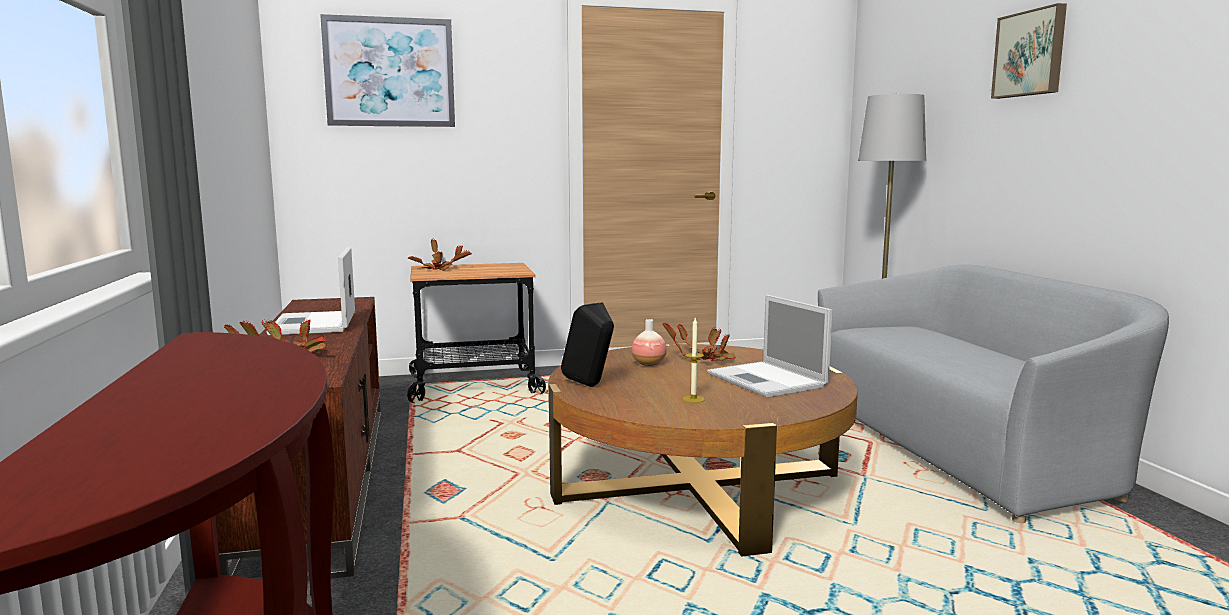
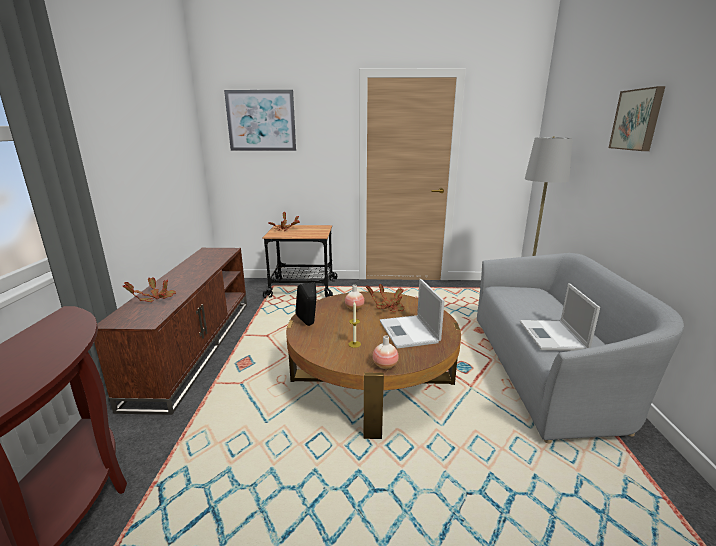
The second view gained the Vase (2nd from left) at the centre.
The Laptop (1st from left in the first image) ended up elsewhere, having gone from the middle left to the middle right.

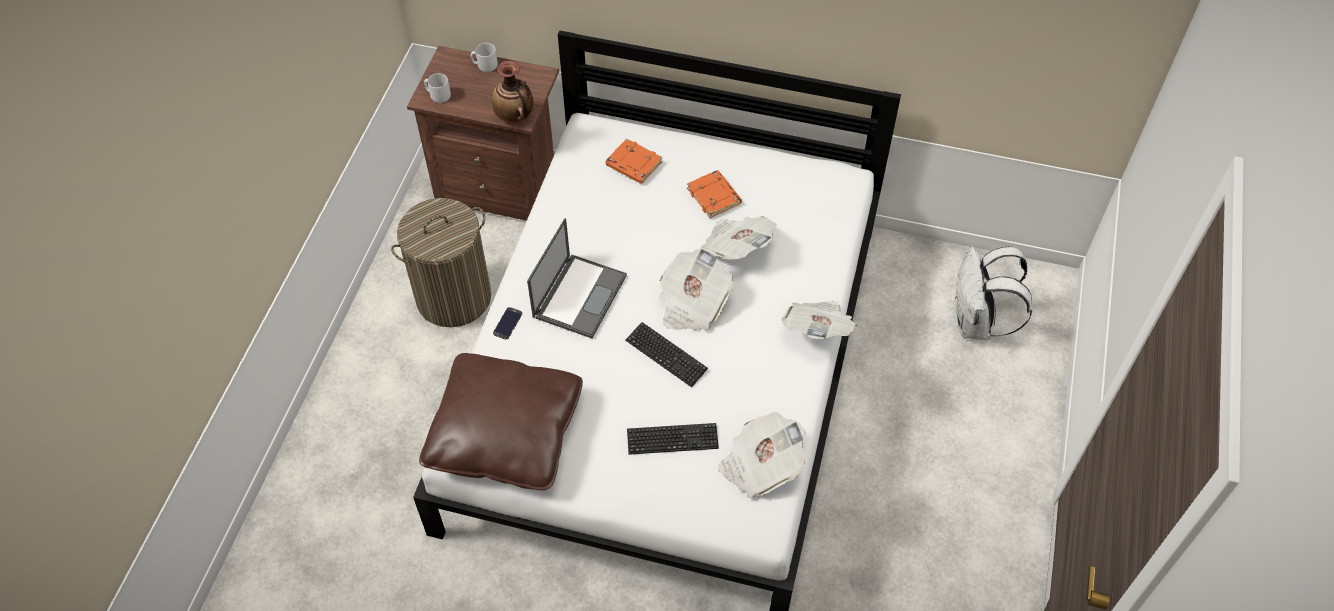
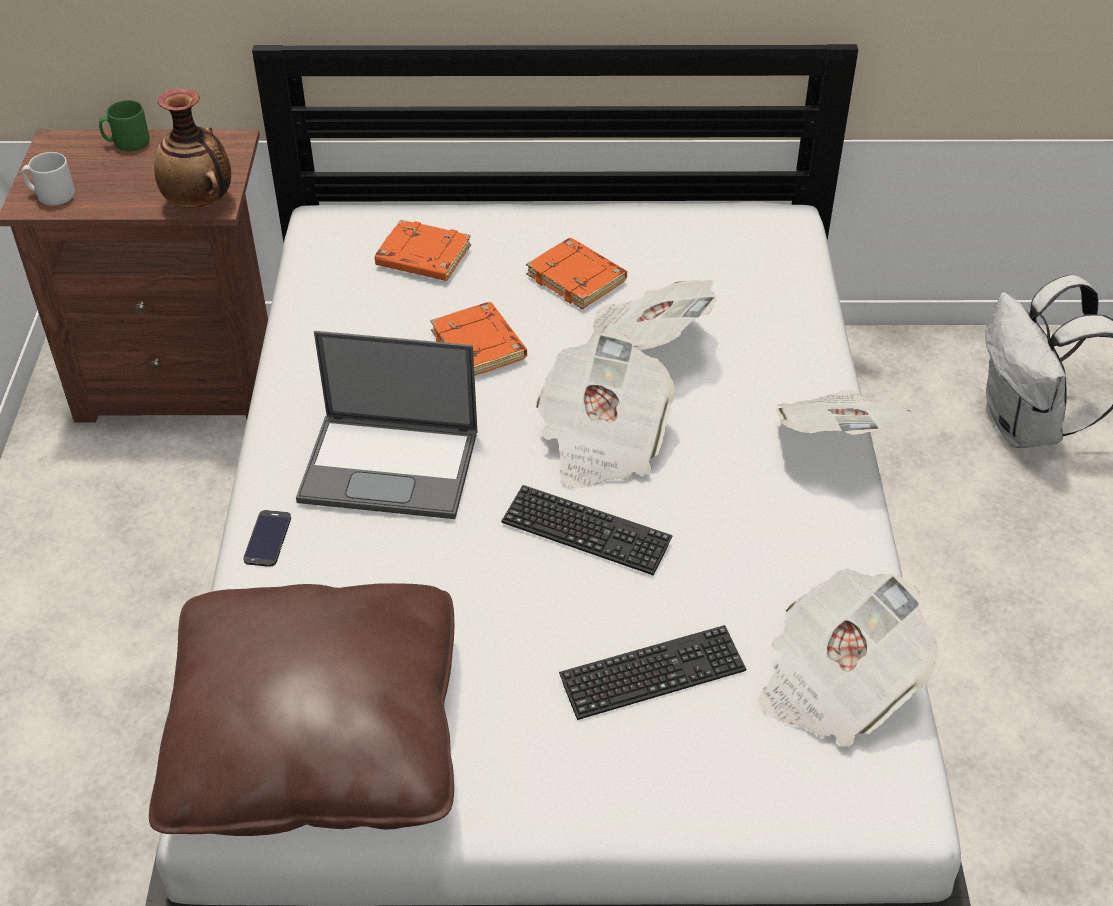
The second view lost the Wäschekorb at the middle left.
The second view gained the Buch/orange (2nd from left) at the centre.
What was the Henkelbecher/grau (2nd from left) at the top centre turned into the Henkelbecher/grün at the top left.
The Laptop at the centre ended up facing another way, 90 degrees clockwise from before.

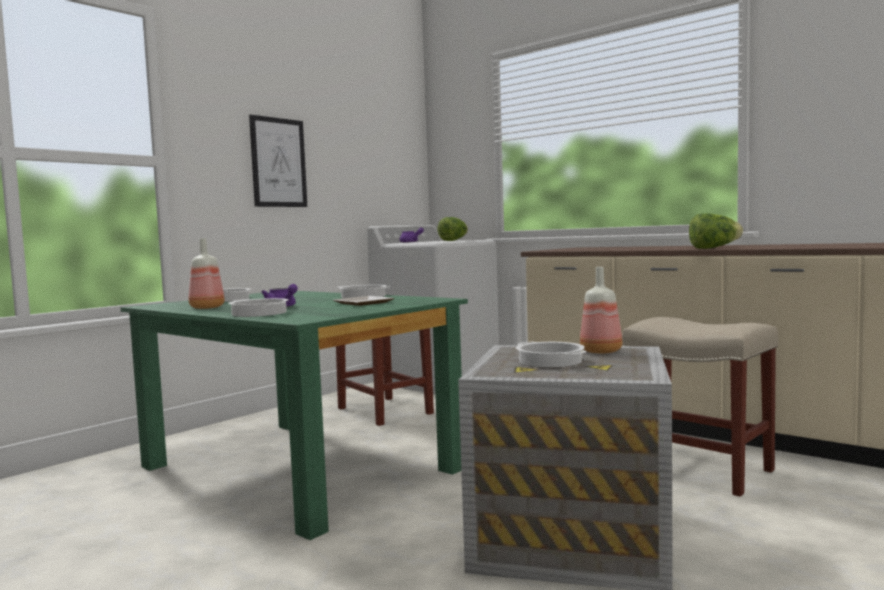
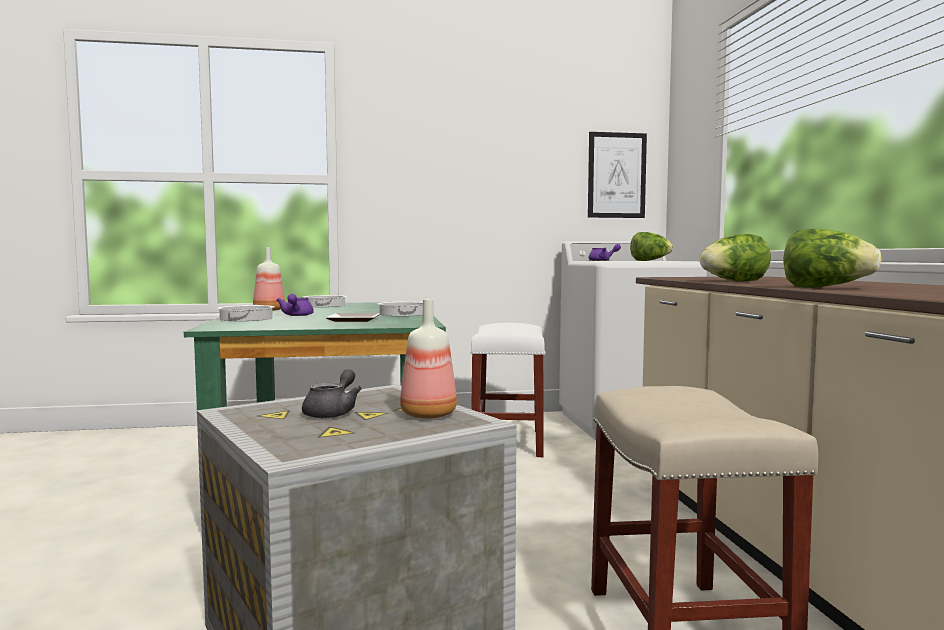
The second view gained the Salatkopf (2nd from left) at the middle right.
The Bild ended up elsewhere, having gone from the top left to the top centre.
Where the Kochtopf (4th from left) stood at the centre, the Teekanne/grau came to stand at the centre.

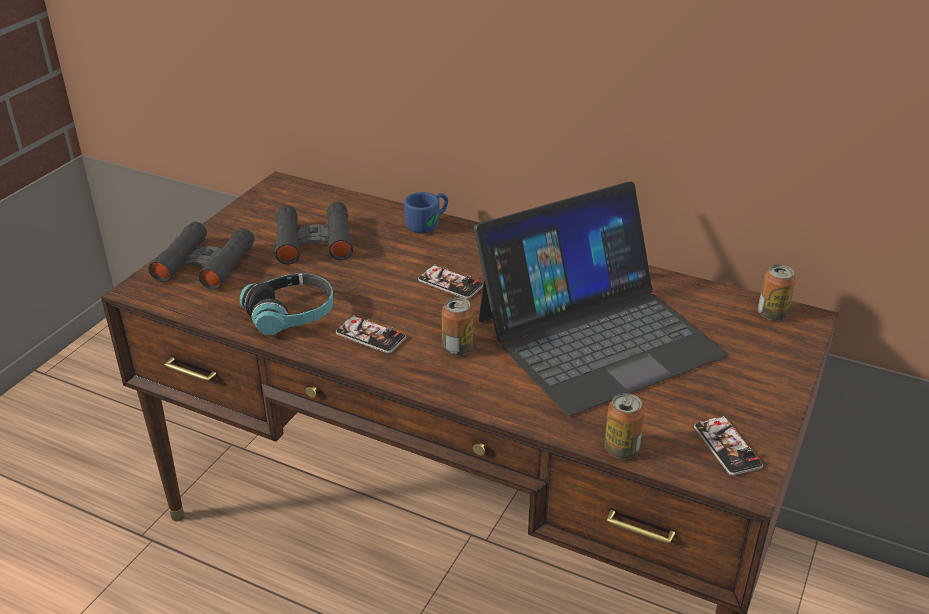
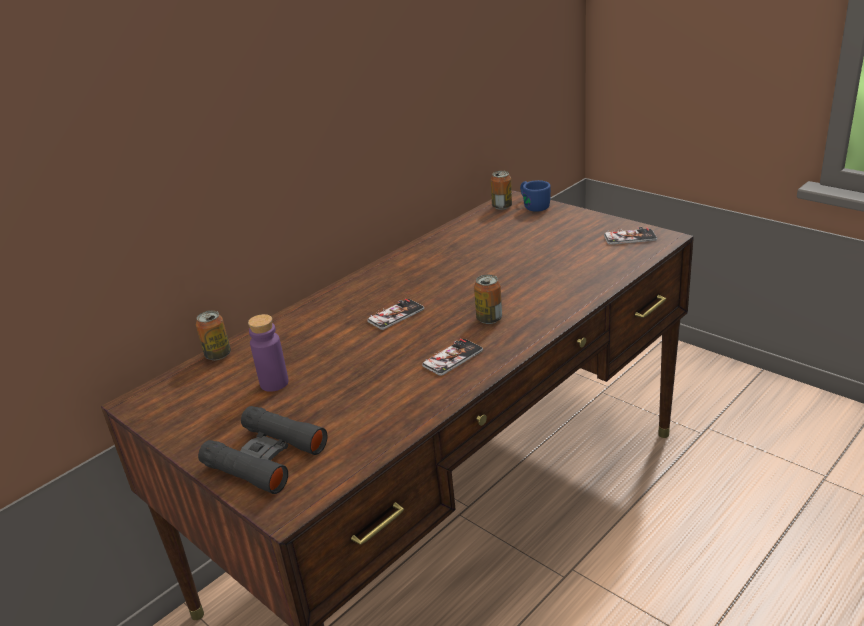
The second view lost the Kopfhörer at the middle left.
The second view lost the Laptop at the centre.
The Henkelbecher/blau ended up elsewhere, having gone from the centre to the top centre.
The Dose (2nd from left in the first image) ended up elsewhere, having gone from the bottom right to the middle left.
Where the Fernglas/schwarz (2nd from left) stood at the centre, the Flasche/lila came to stand at the middle left.

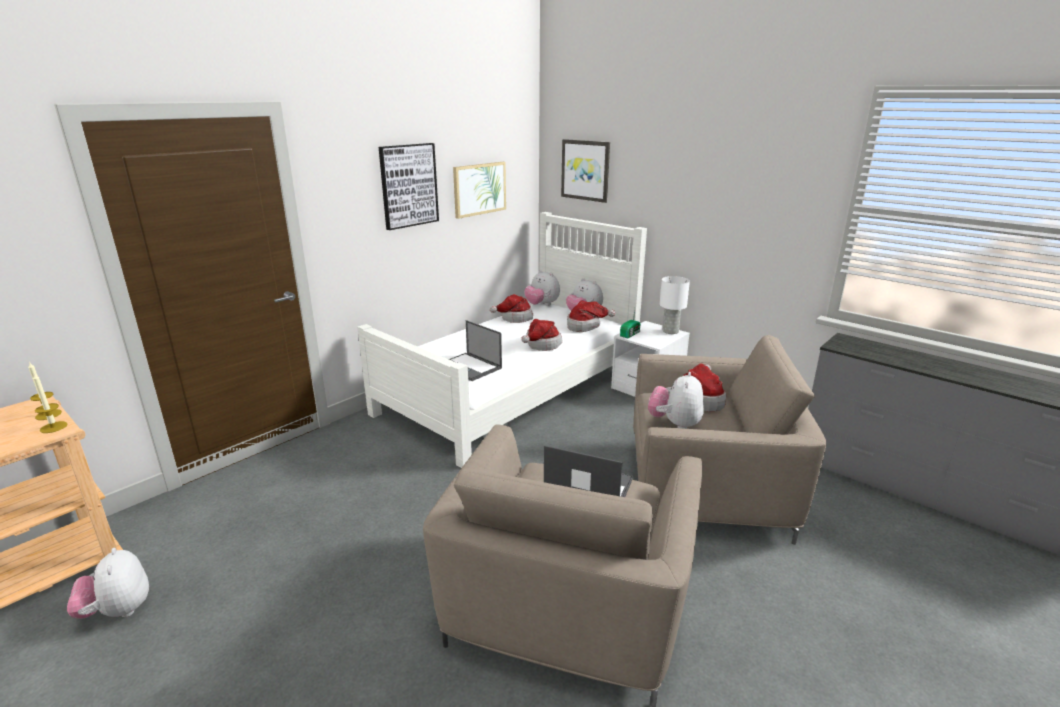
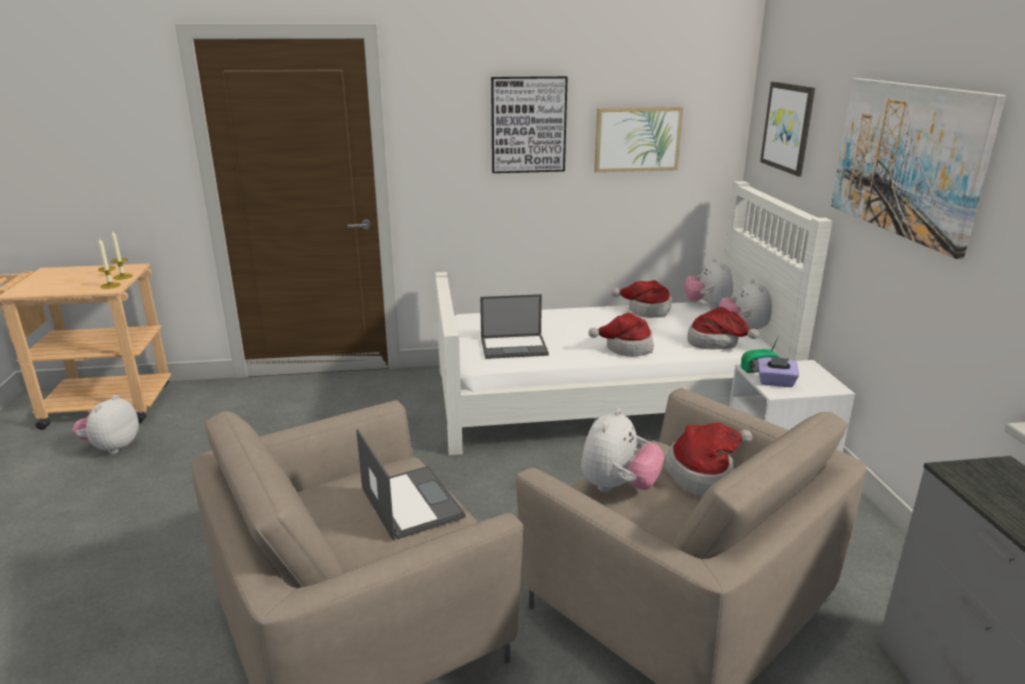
The second view lost the Tischlampe/weiß at the centre.
The second view gained the Taschentuchbox/lila at the middle right.
The second view gained the Bild (4th from left) at the top right.
The Laptop (1st from left in the first image) at the centre ended up facing another way, 90 degrees counterclockwise from before.
The Plüschtier (4th from left in the first image) at the centre ended up facing another way, 150 degrees clockwise from before.

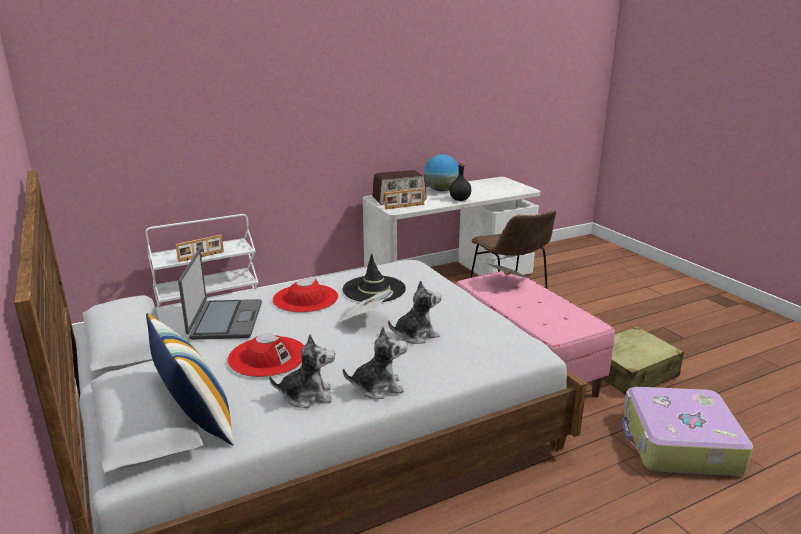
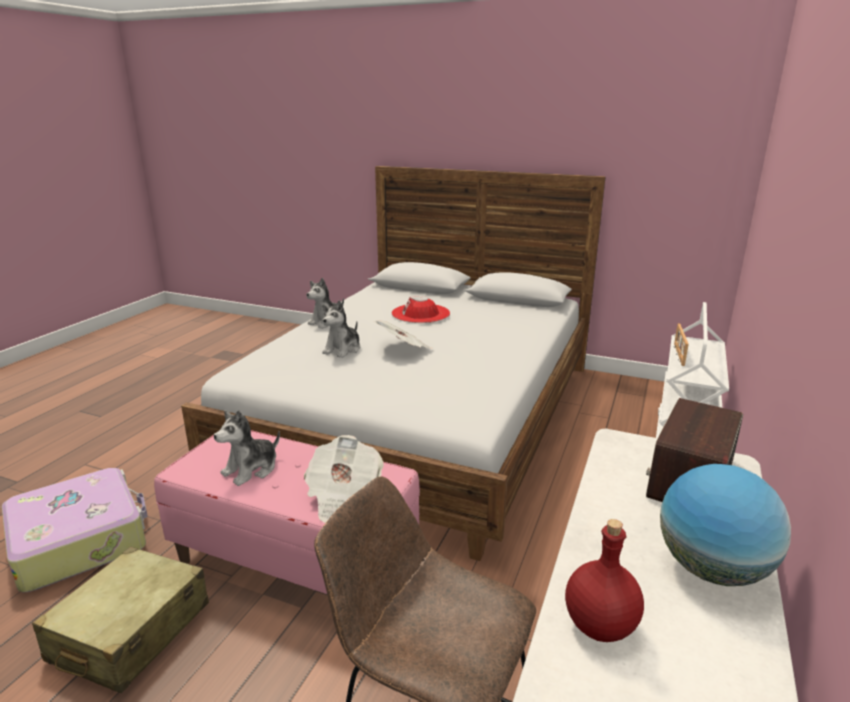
The second view lost the Kissen at the bottom left.
The second view lost the Laptop at the middle left.
The second view lost the Hut/rot (2nd from left) at the centre.
The second view lost the Hut/schwarz at the centre.
The second view lost the Bilderrahmen (2nd from left) at the centre.
The second view lost the Flasche/schwarz at the centre.
The second view gained the Flasche/rot at the bottom right.
The Plüschtier (1st from left) ended up elsewhere, having gone from the bottom centre to the middle left.

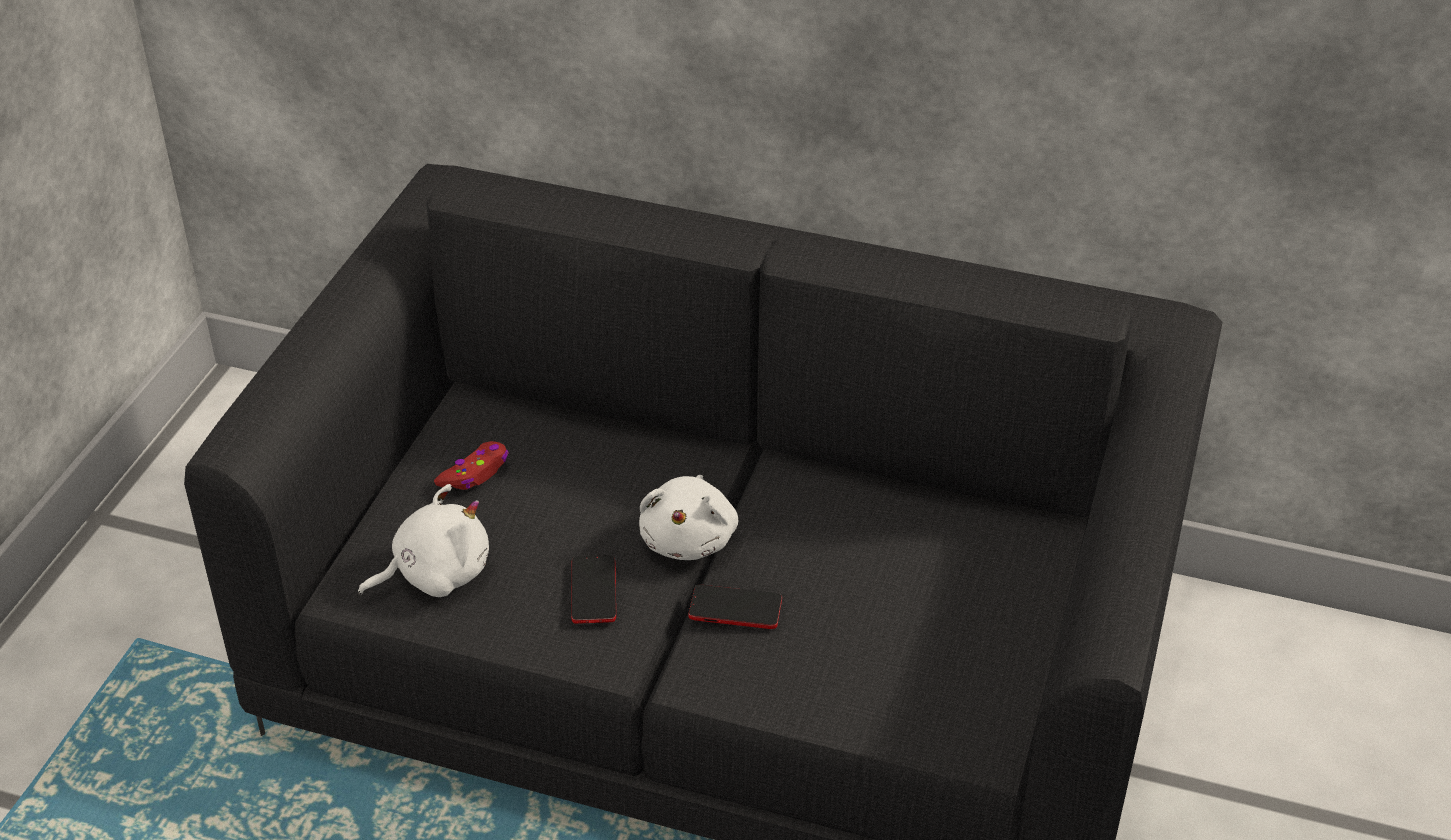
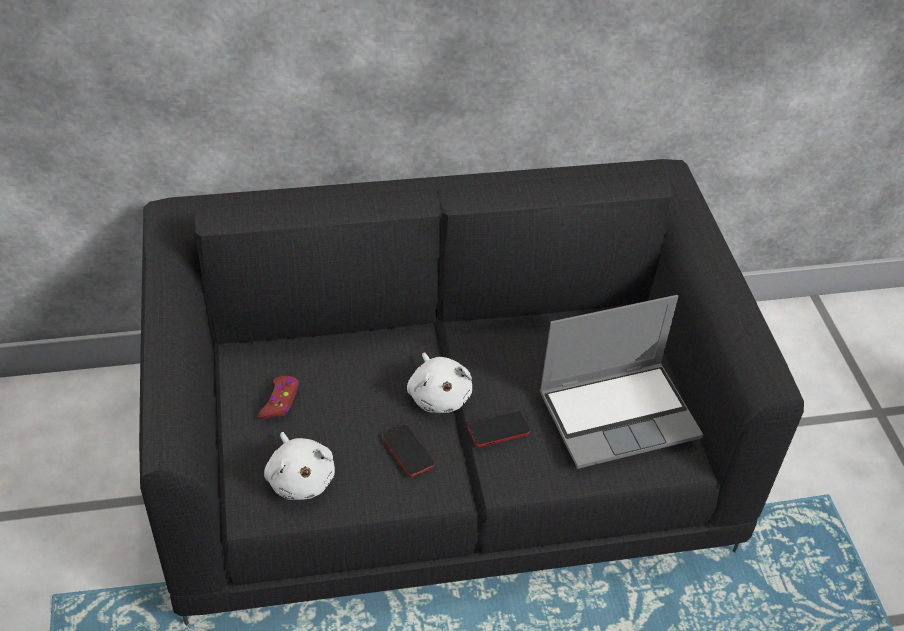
The second view gained the Laptop at the middle right.
The Plüschtier/weiß (1st from left) at the middle left ended up facing another way, 120 degrees clockwise from before.

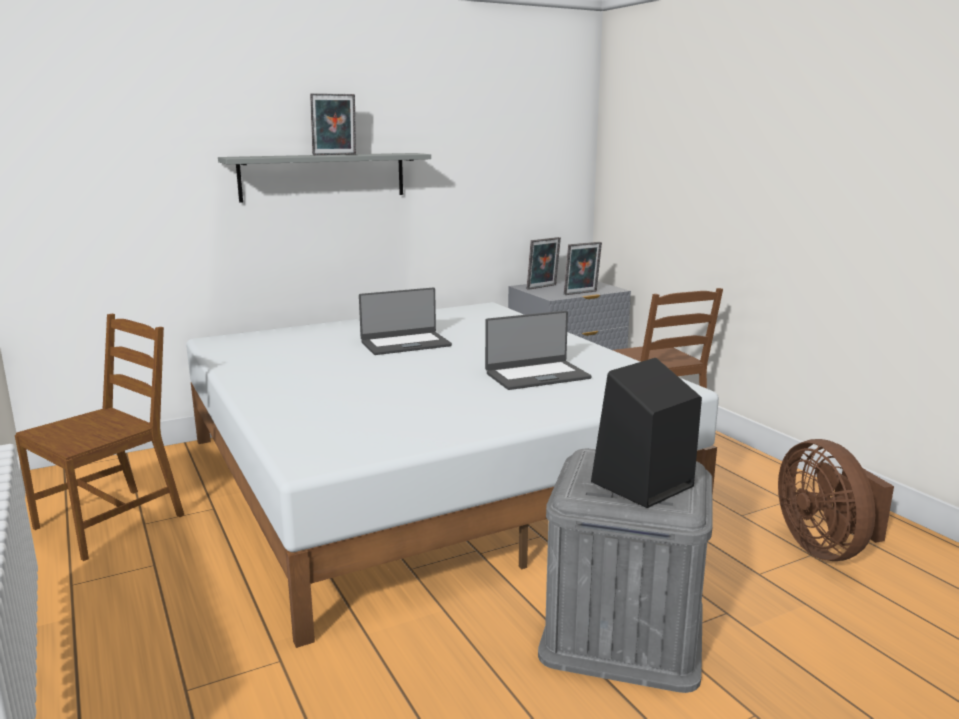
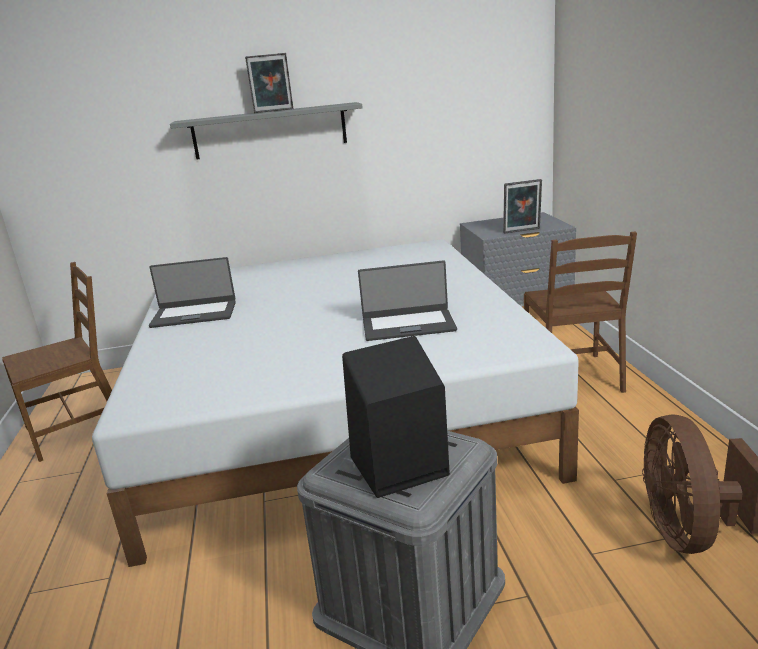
The second view lost the Bilderrahmen (2nd from left) at the centre.
The Laptop (1st from left) ended up elsewhere, having gone from the centre to the middle left.

